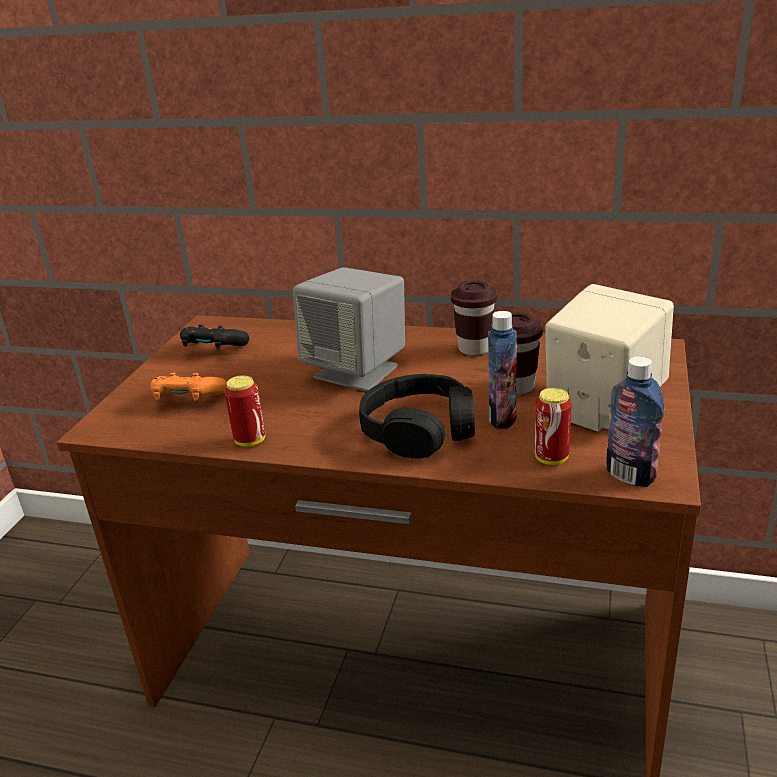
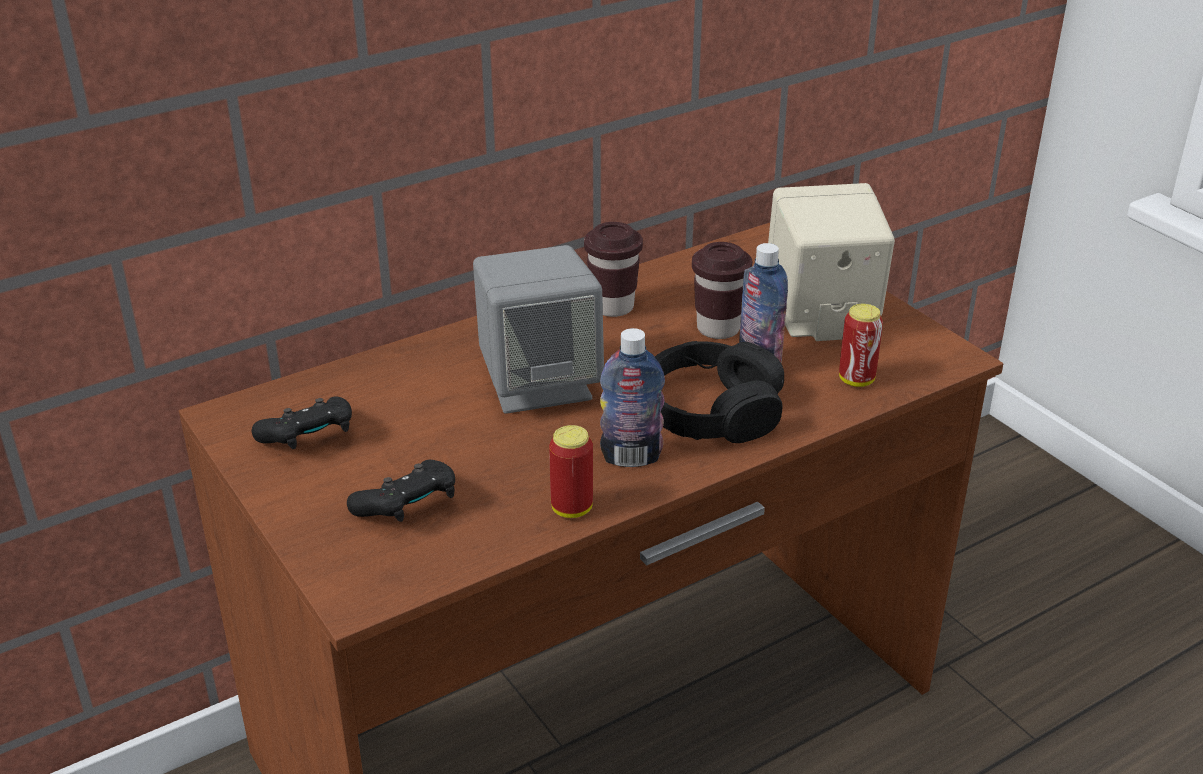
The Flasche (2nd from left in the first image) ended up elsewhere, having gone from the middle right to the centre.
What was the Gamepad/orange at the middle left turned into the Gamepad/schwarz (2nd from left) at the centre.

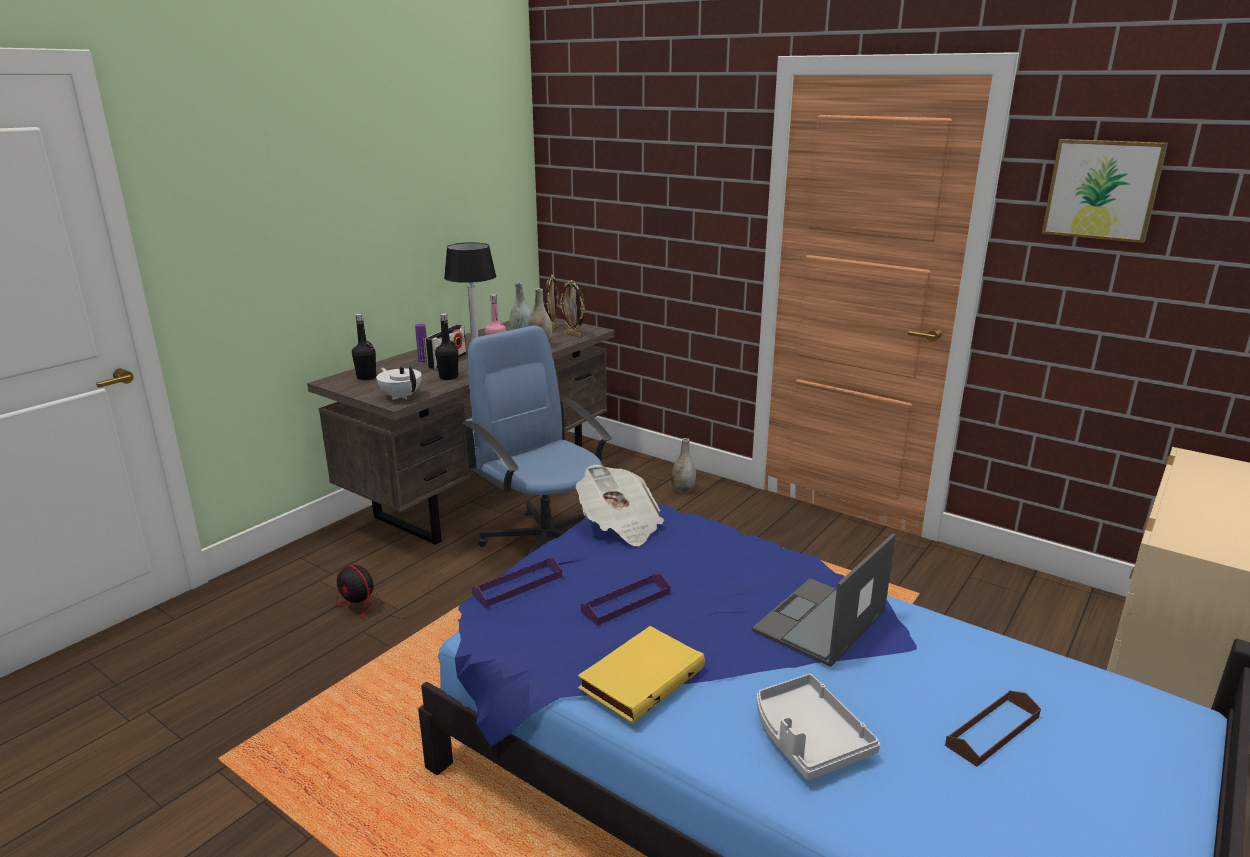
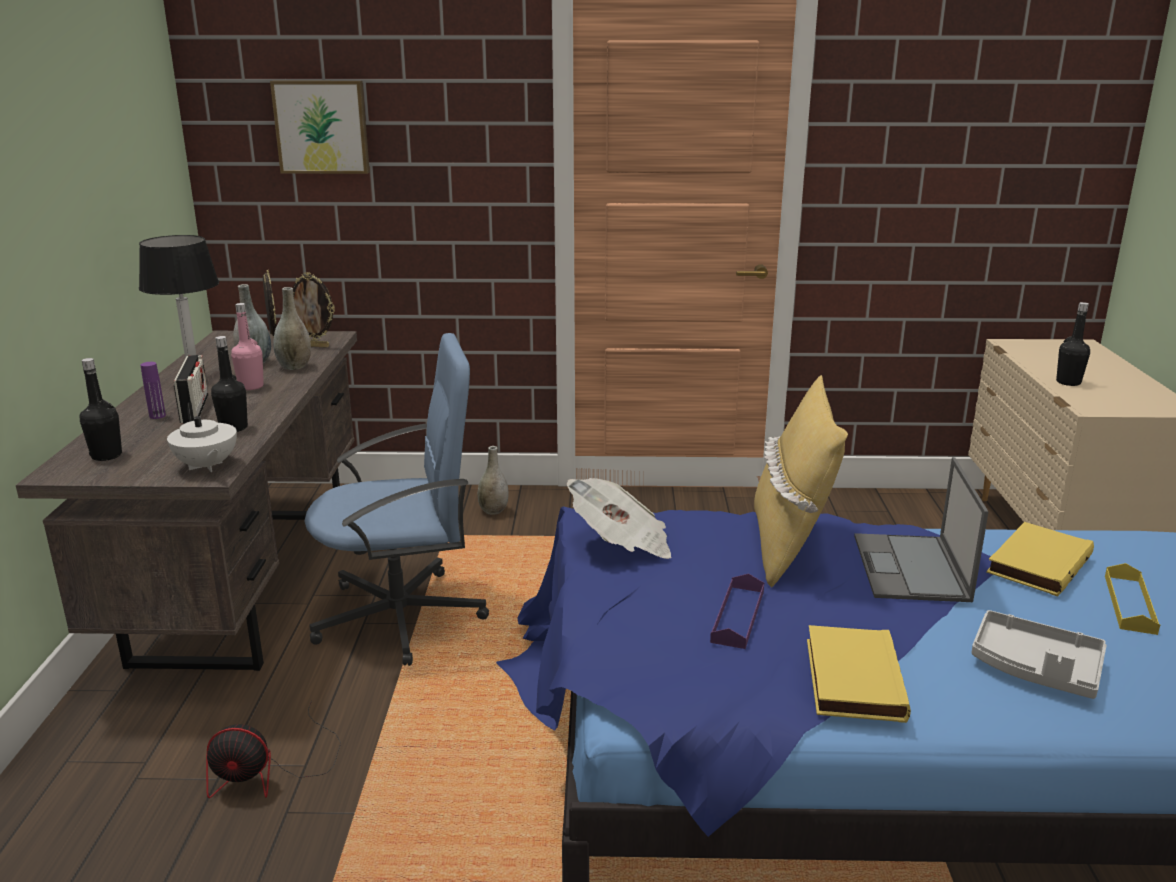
The second view lost the Tablett/lila (1st from left) at the bottom centre.
The second view gained the Kissen/gelb at the middle right.
The second view gained the Buch/gelb (2nd from left) at the middle right.
The second view gained the Flasche/schwarz (3rd from left) at the middle right.
The Bild ended up elsewhere, having gone from the top right to the top left.
What was the Tablett/braun at the bottom right turned into the Tablett/gelb at the bottom right.
The Teekanne/weiß at the middle left ended up facing another way, 135 degrees counterclockwise from before.
The Bürostuhl/blau at the centre ended up facing another way, 150 degrees clockwise from before.

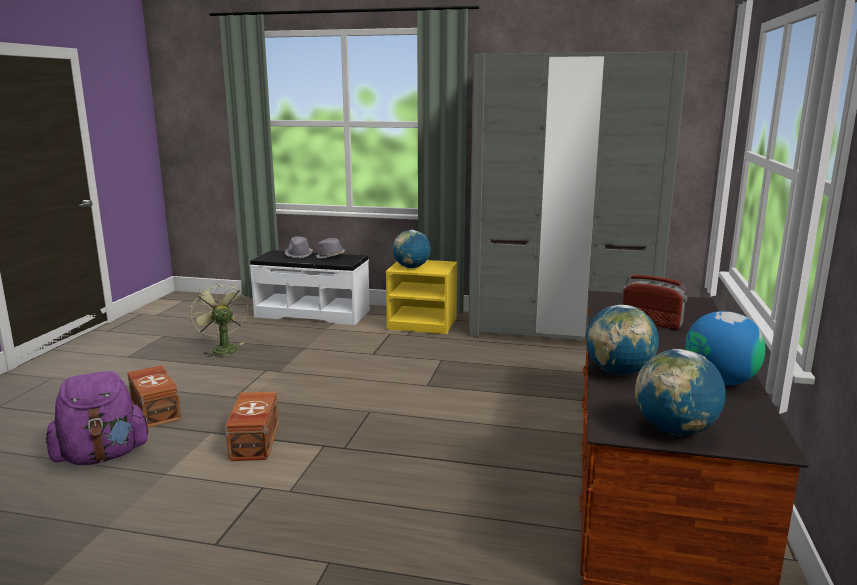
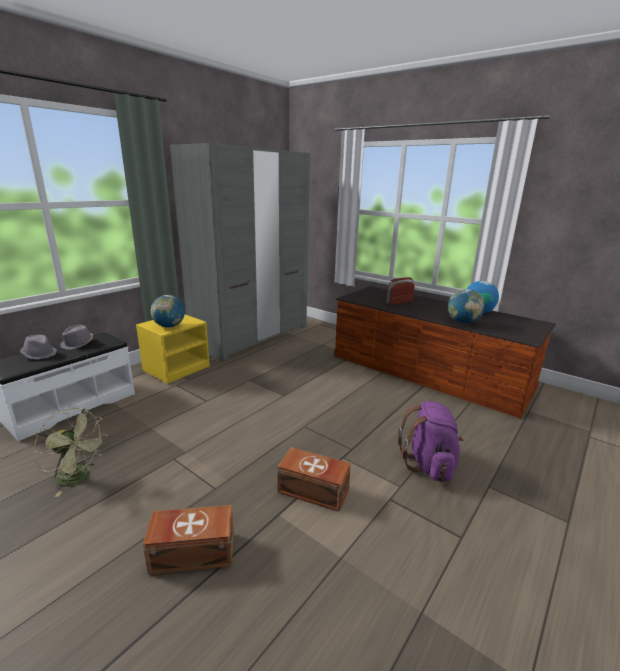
The second view lost the Globus (3rd from left) at the bottom right.
The Rucksack/lila ended up elsewhere, having gone from the bottom left to the middle right.
The Ventilator/grün at the middle left ended up facing another way, 150 degrees counterclockwise from before.

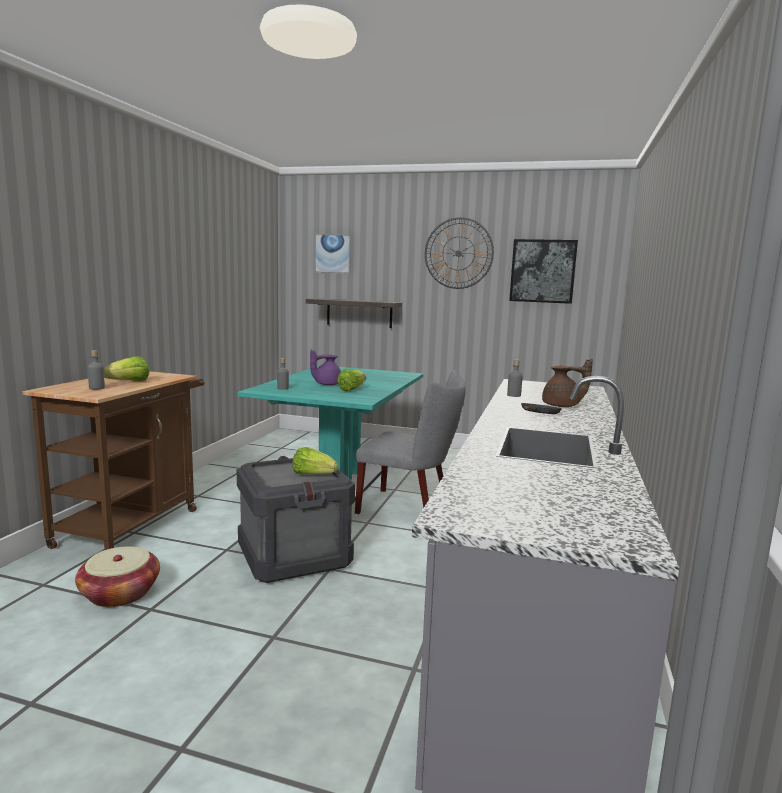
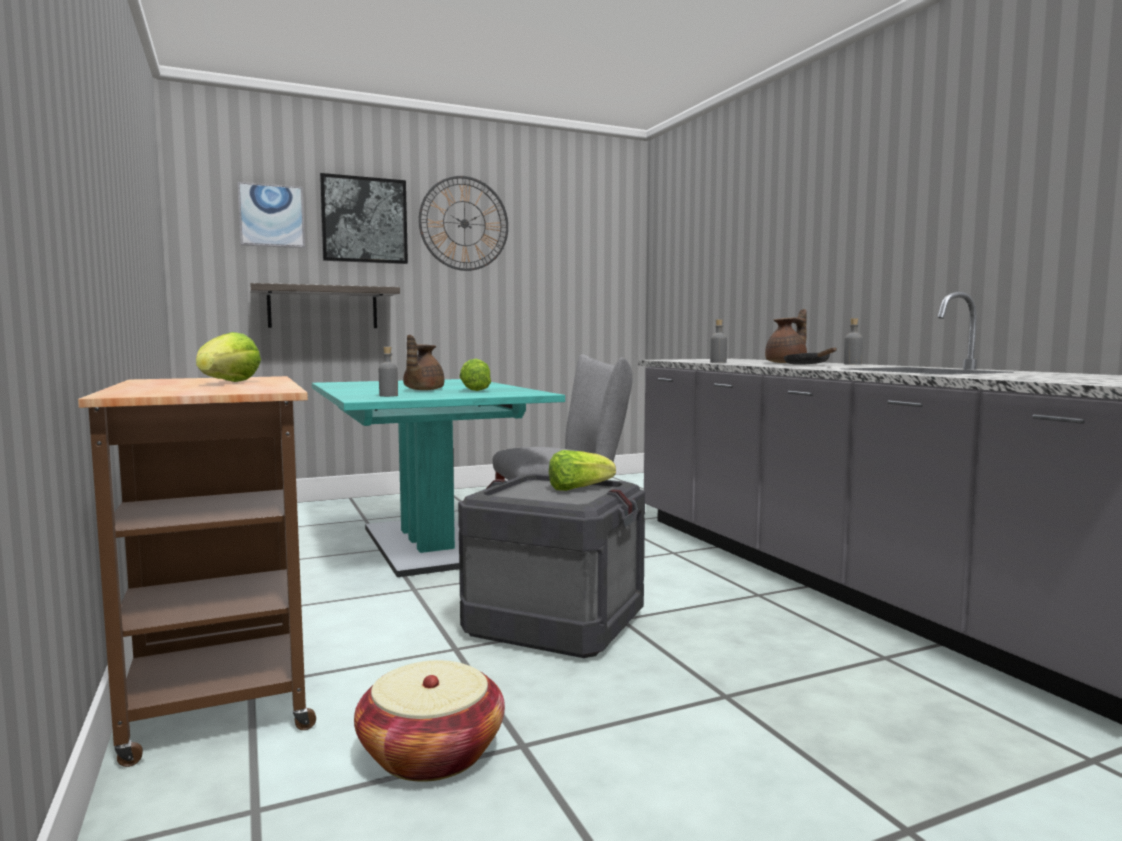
The Flasche/grau (1st from left in the first image) ended up elsewhere, having gone from the middle left to the middle right.
The Bild (2nd from left) ended up elsewhere, having gone from the middle right to the top left.
What was the Teekanne/lila at the centre turned into the Teekanne/braun (1st from left) at the centre.

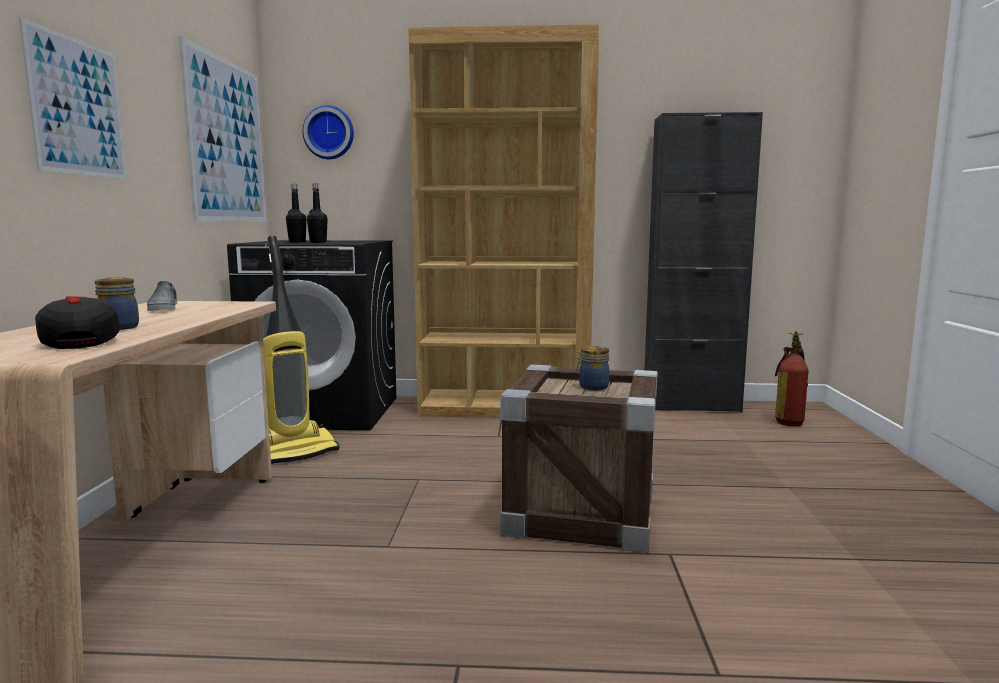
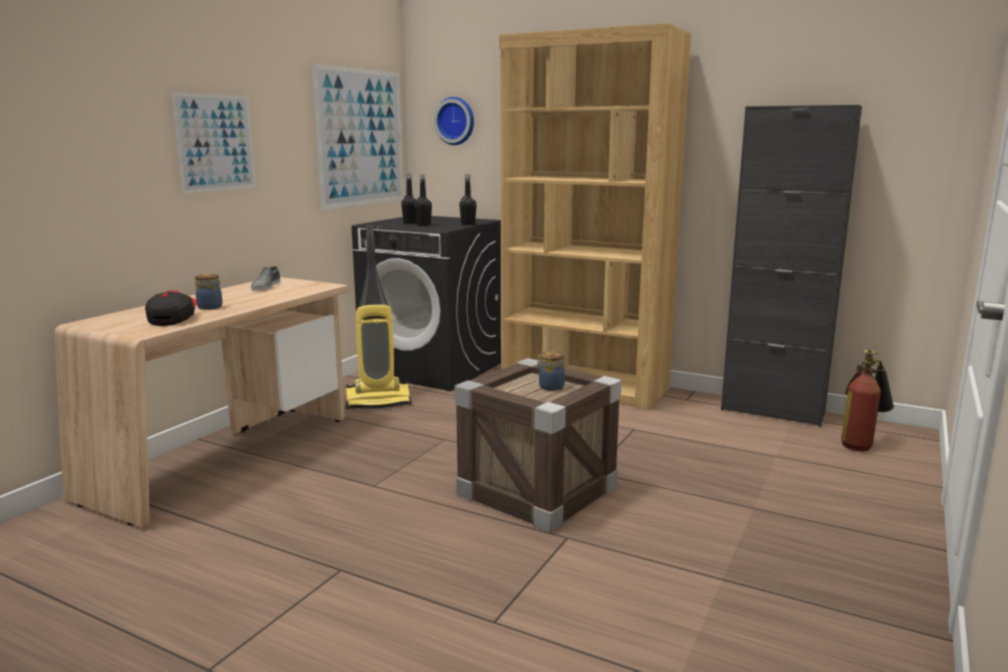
The second view gained the Flasche/schwarz (3rd from left) at the top centre.

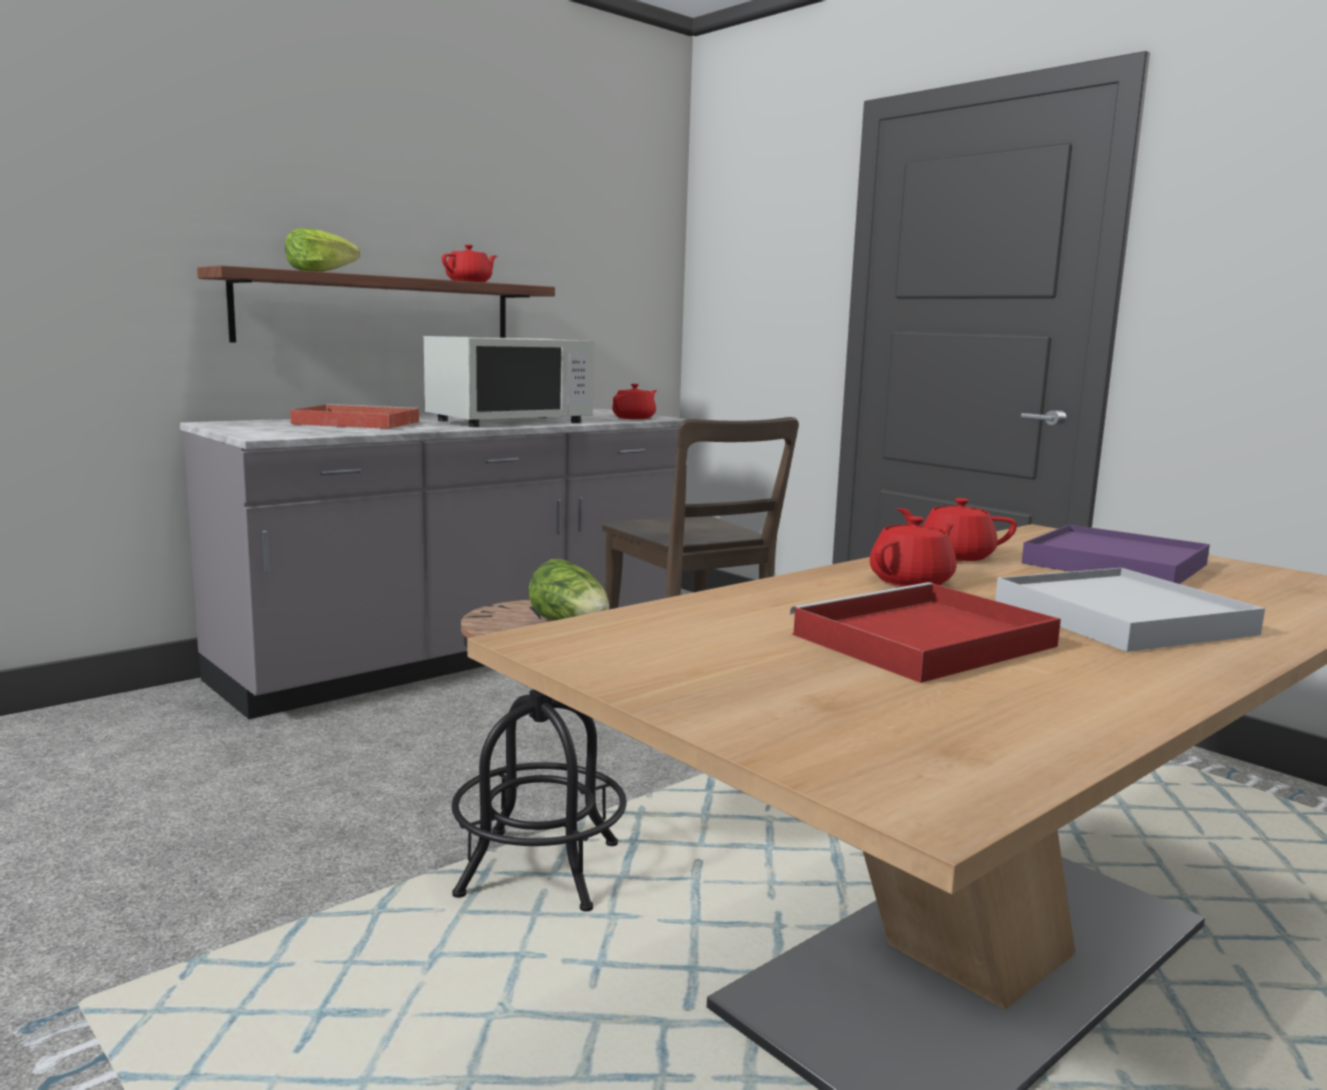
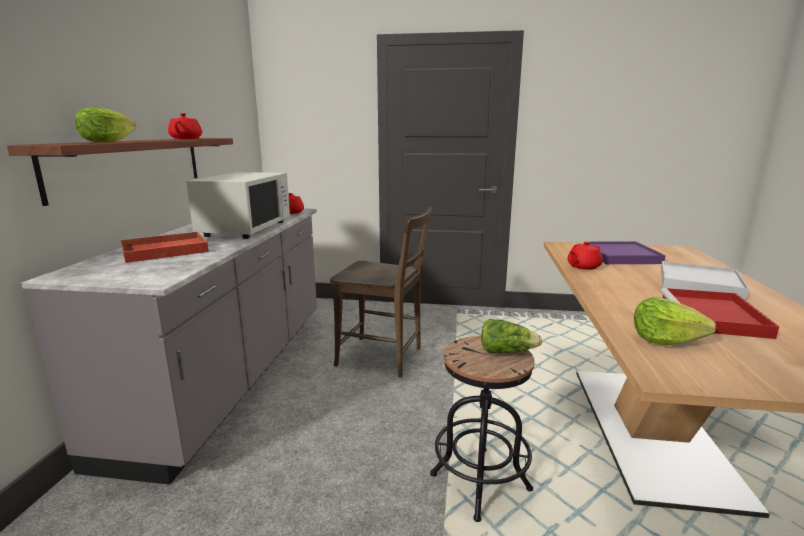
The second view lost the Teekanne/rot (3rd from left) at the middle right.
The second view gained the Salatkopf (3rd from left) at the middle right.

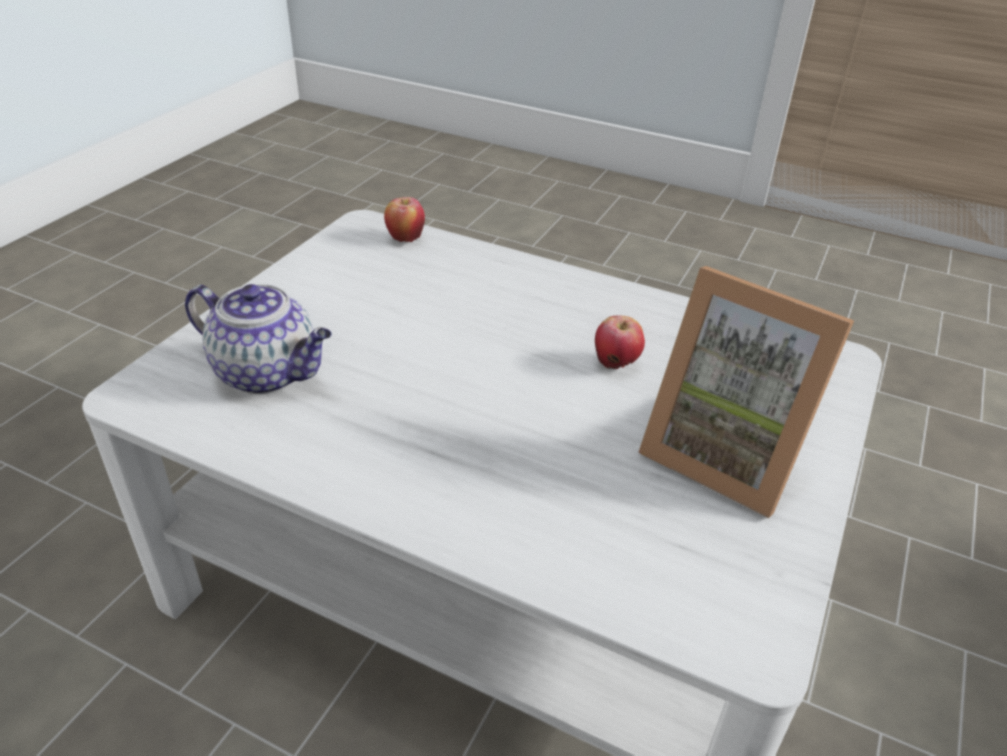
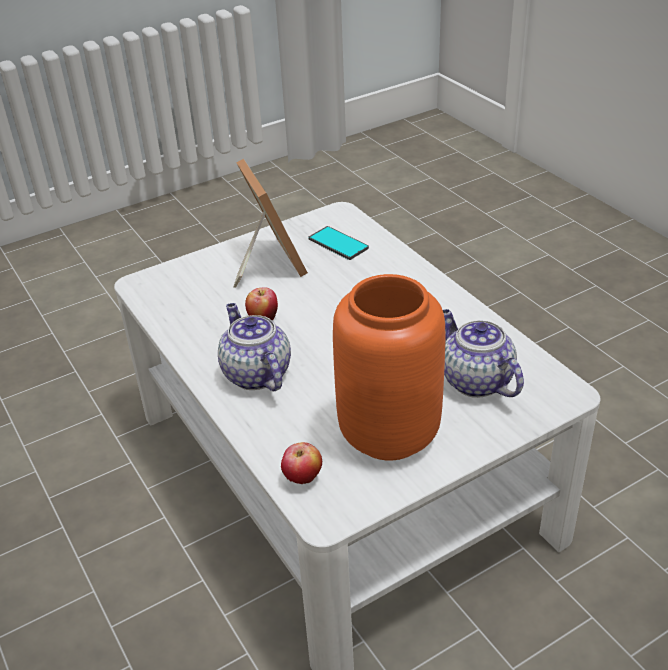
The second view gained the Teekanne (1st from left) at the centre.
The second view gained the Handy at the centre.
The second view gained the Vase/orange at the centre.

